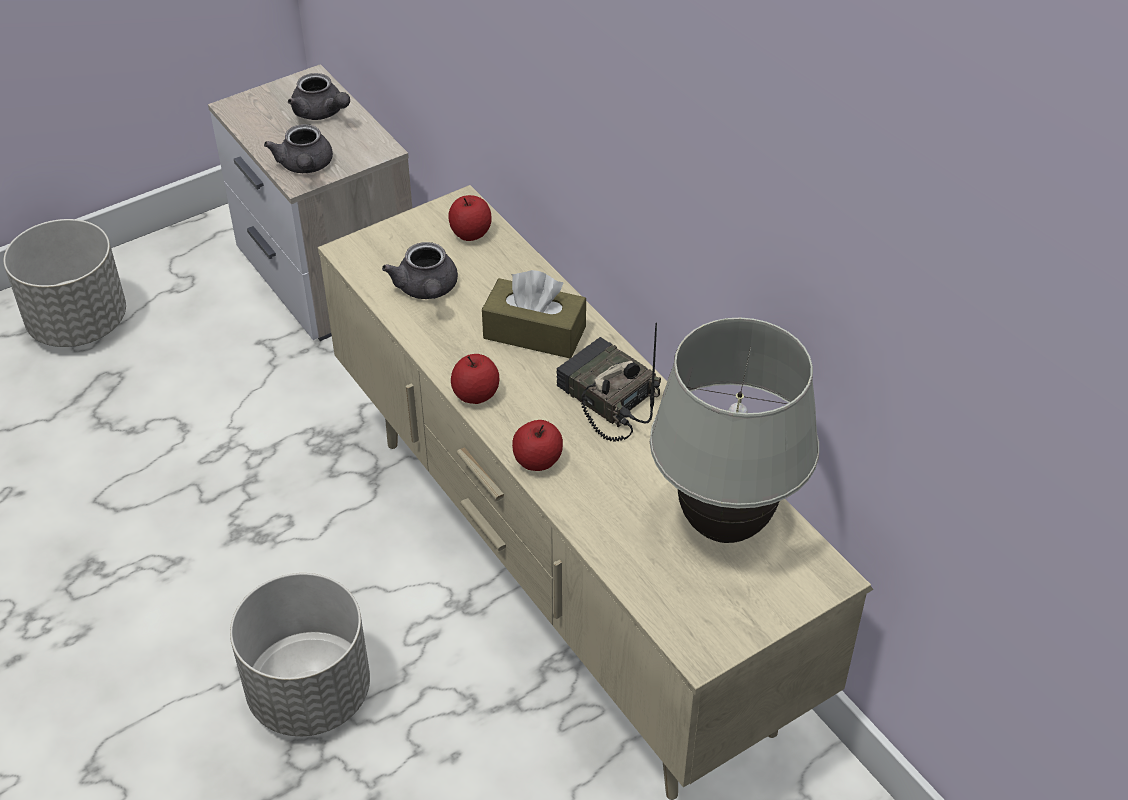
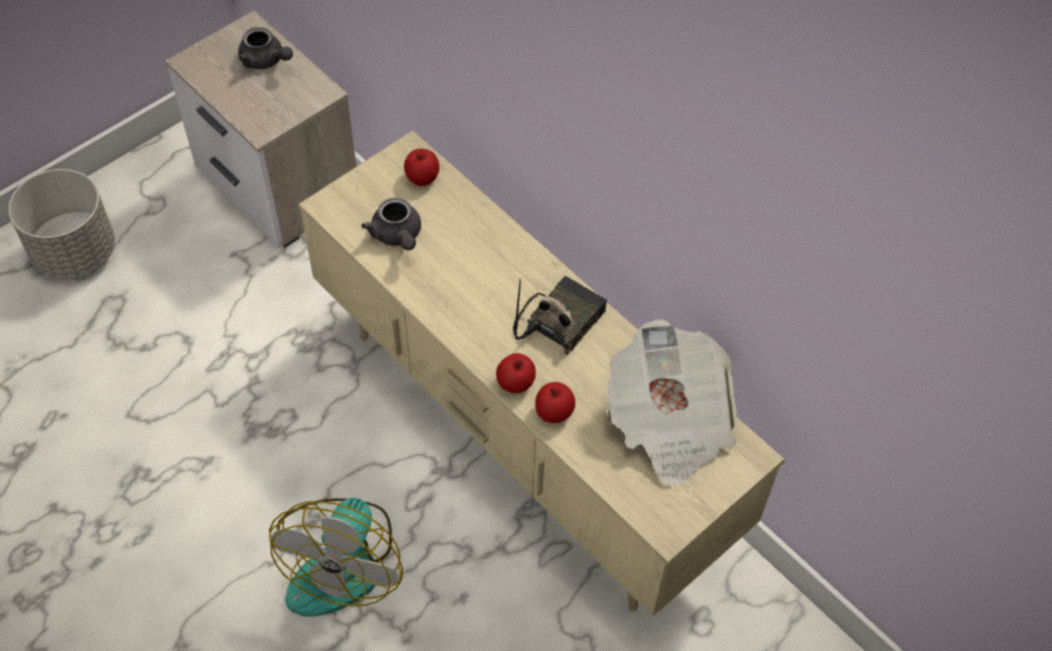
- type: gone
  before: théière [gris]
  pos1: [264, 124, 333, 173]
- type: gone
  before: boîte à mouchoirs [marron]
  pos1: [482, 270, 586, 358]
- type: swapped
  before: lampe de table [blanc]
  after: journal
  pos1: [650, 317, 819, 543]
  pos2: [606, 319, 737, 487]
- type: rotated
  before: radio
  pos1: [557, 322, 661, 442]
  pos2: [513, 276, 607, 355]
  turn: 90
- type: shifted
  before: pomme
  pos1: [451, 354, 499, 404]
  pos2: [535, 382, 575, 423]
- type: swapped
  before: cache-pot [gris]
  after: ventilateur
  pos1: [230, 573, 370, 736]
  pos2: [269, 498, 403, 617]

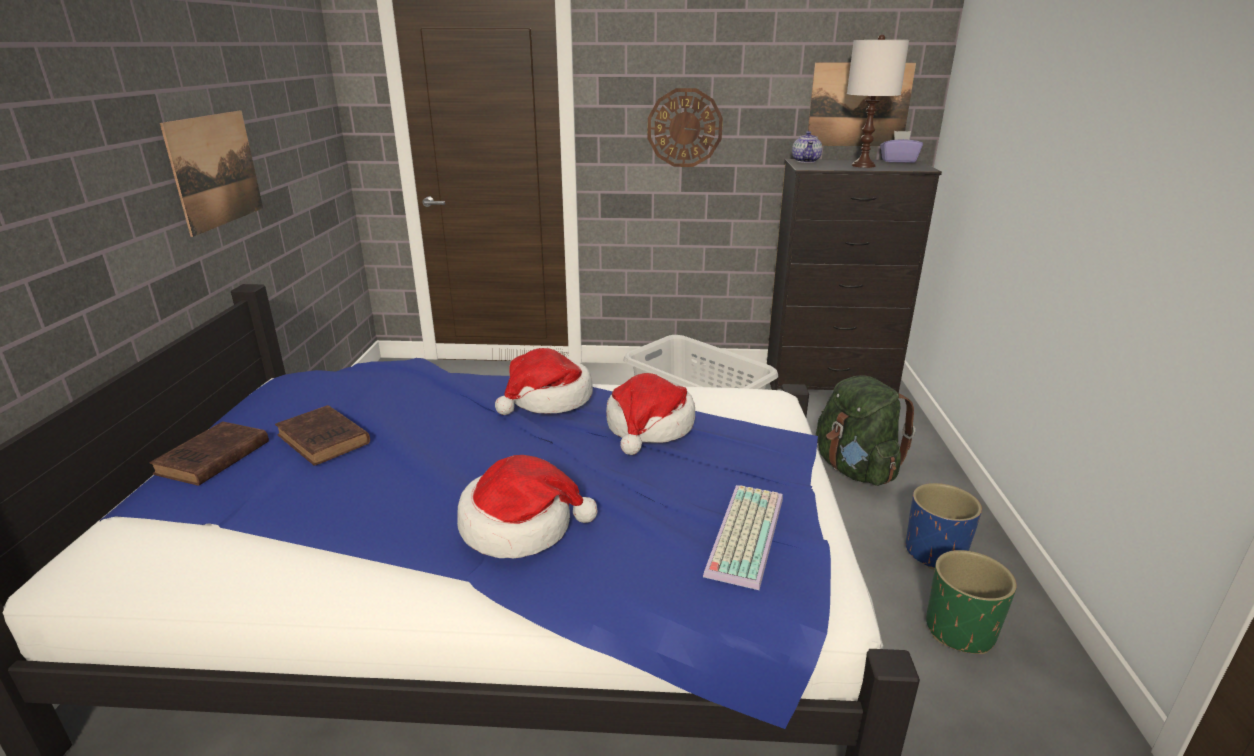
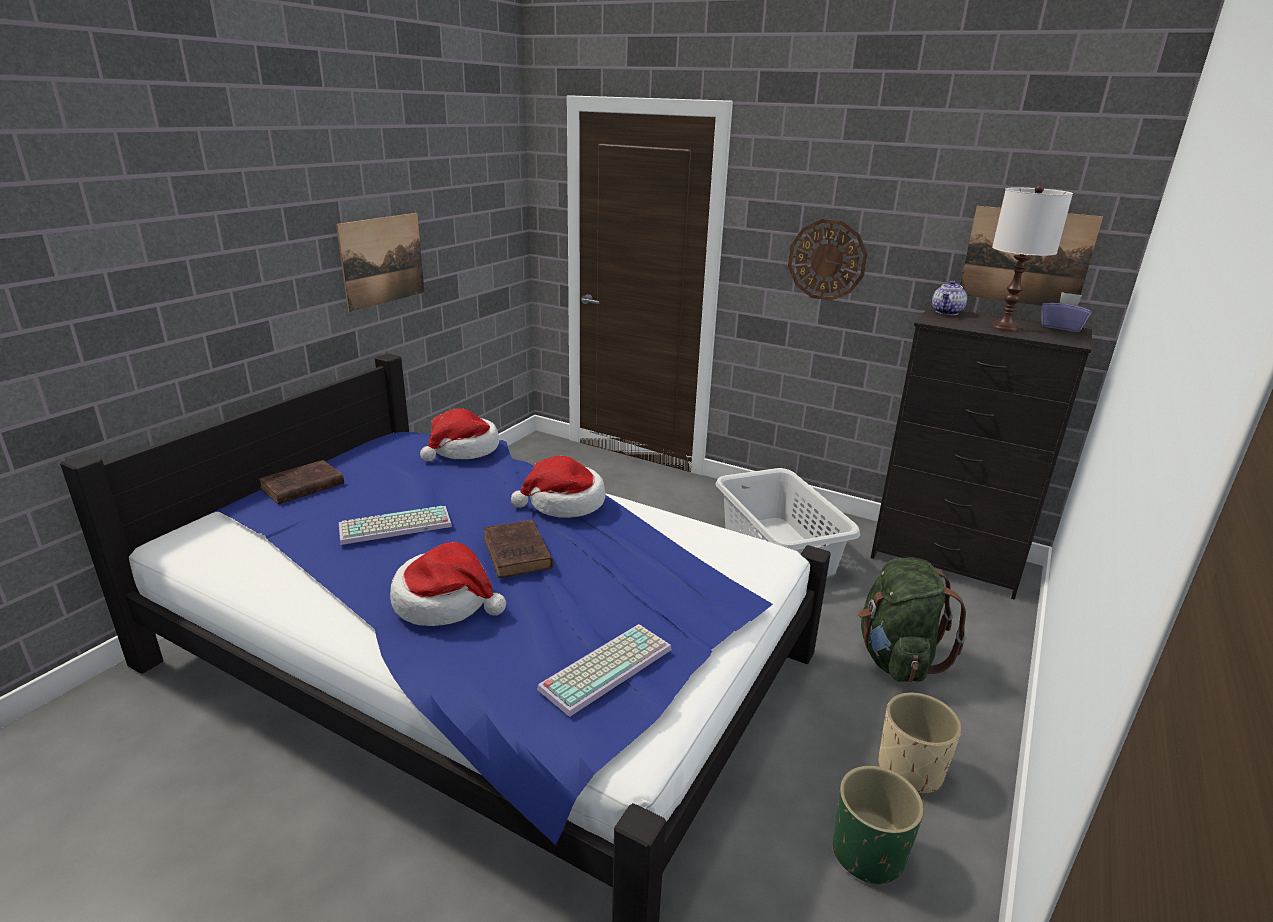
- type: shifted
  before: chapeau
  pos1: [606, 373, 695, 455]
  pos2: [420, 408, 499, 461]
- type: shifted
  before: livre [marron]
  pos1: [275, 405, 370, 466]
  pos2: [483, 520, 553, 578]
- type: repainted
  before: cache-pot [bleu]
  after: cache-pot [beige]
  pos1: [906, 483, 982, 570]
  pos2: [878, 693, 962, 794]
- type: new
  after: clavier
  pos2: [339, 506, 452, 545]

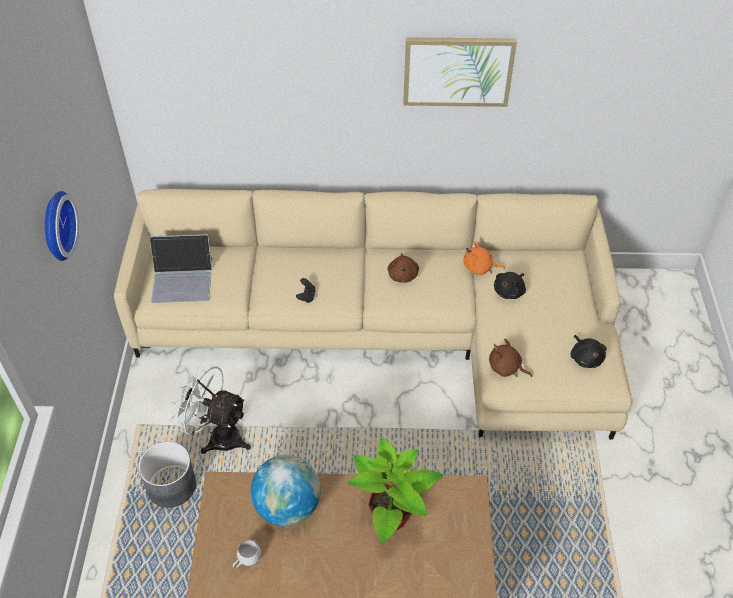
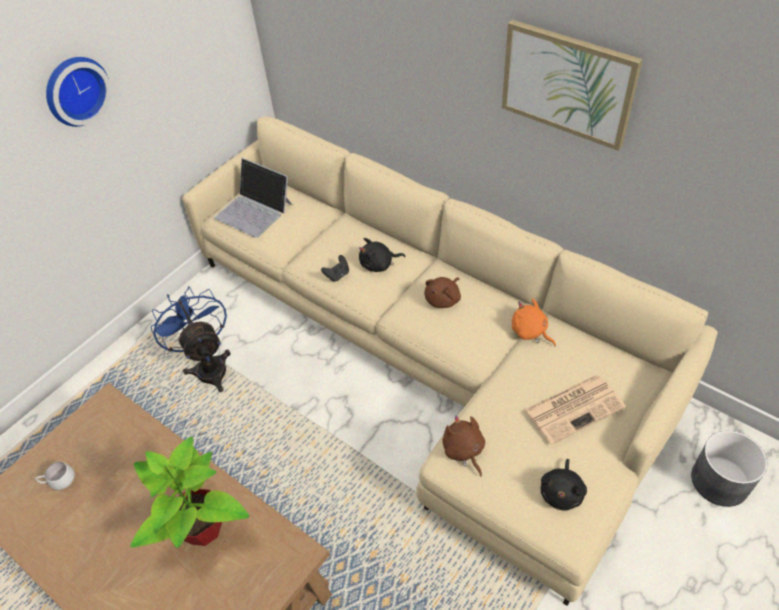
- type: shifted
  before: peluche [noir]
  pos1: [494, 272, 526, 299]
  pos2: [359, 238, 405, 272]
- type: repainted
  before: ventilateur [blanc]
  after: ventilateur [bleu]
  pos1: [170, 362, 251, 454]
  pos2: [150, 286, 231, 392]
- type: shifted
  before: cache-pot [gris]
  pos1: [138, 441, 196, 507]
  pos2: [691, 431, 767, 507]
- type: gone
  before: globe
  pos1: [251, 455, 321, 526]
- type: new
  after: journal
  pos2: [524, 375, 626, 445]

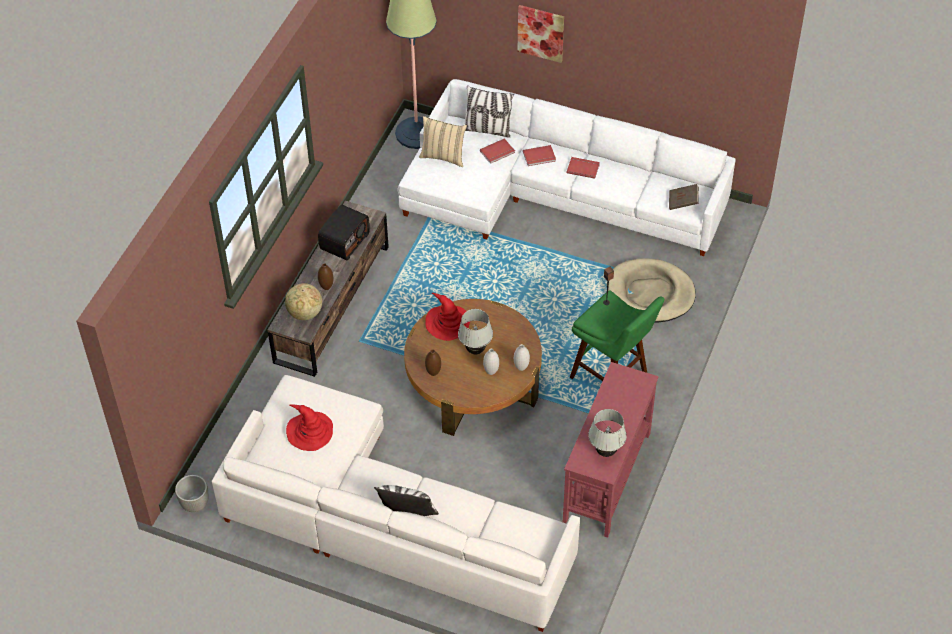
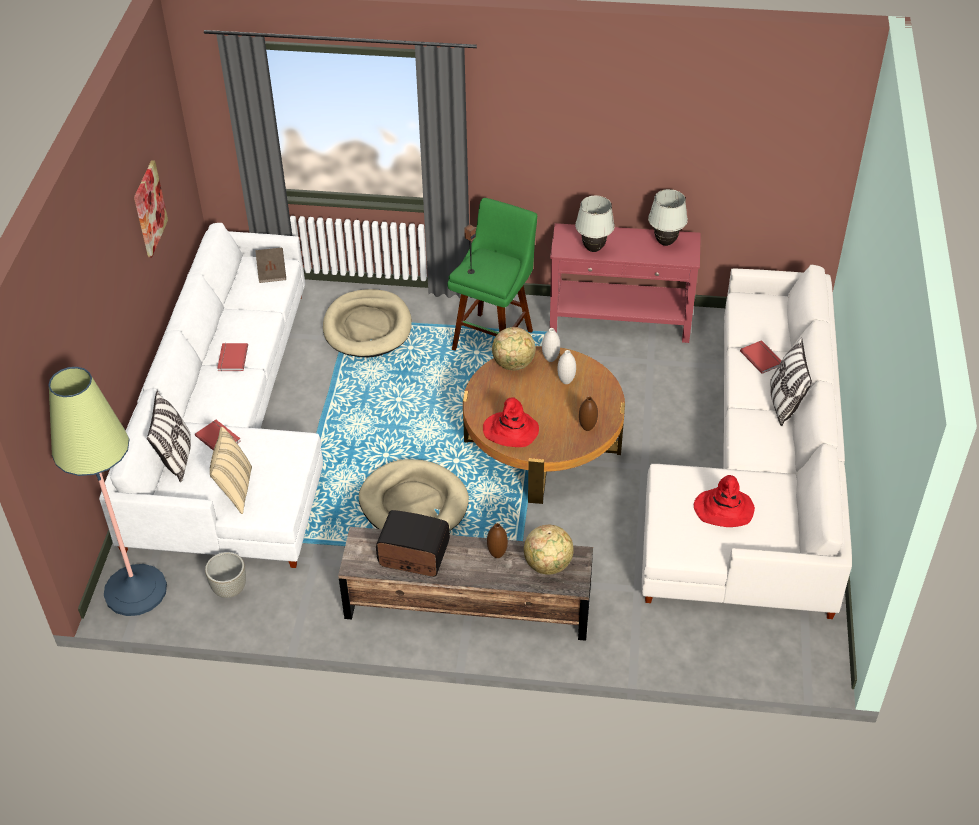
- type: shifted
  before: tableau
  pos1: [518, 5, 564, 63]
  pos2: [134, 160, 168, 257]
- type: shifted
  before: livre [rouge]
  pos1: [523, 145, 556, 166]
  pos2: [740, 340, 782, 374]
- type: shifted
  before: lampe de table [blanc]
  pos1: [458, 309, 493, 355]
  pos2: [575, 196, 615, 252]
- type: shifted
  before: cache-pot [gris]
  pos1: [175, 475, 208, 512]
  pos2: [205, 552, 246, 598]
- type: new
  after: globe
  pos2: [492, 327, 535, 370]
- type: new
  after: panier pour chien [beige]
  pos2: [359, 459, 469, 531]

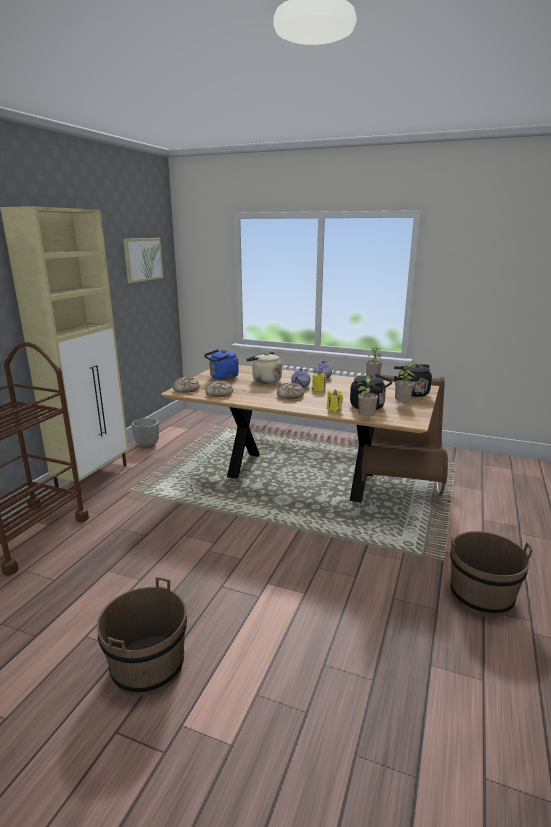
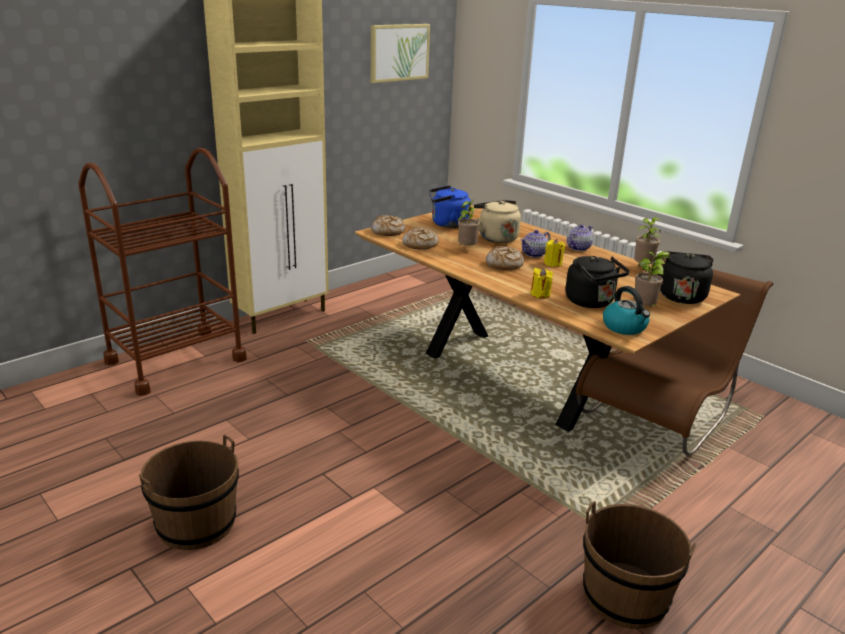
- type: shifted
  before: plante en pot
  pos1: [356, 375, 378, 416]
  pos2: [458, 198, 480, 245]
- type: gone
  before: cache-pot
  pos1: [132, 418, 159, 448]
- type: new
  after: bouilloire
  pos2: [603, 286, 650, 335]

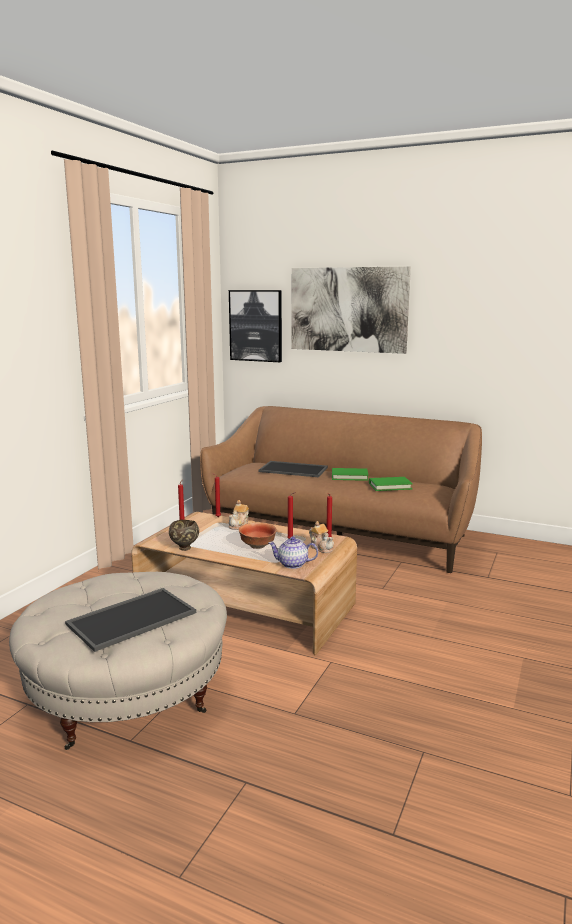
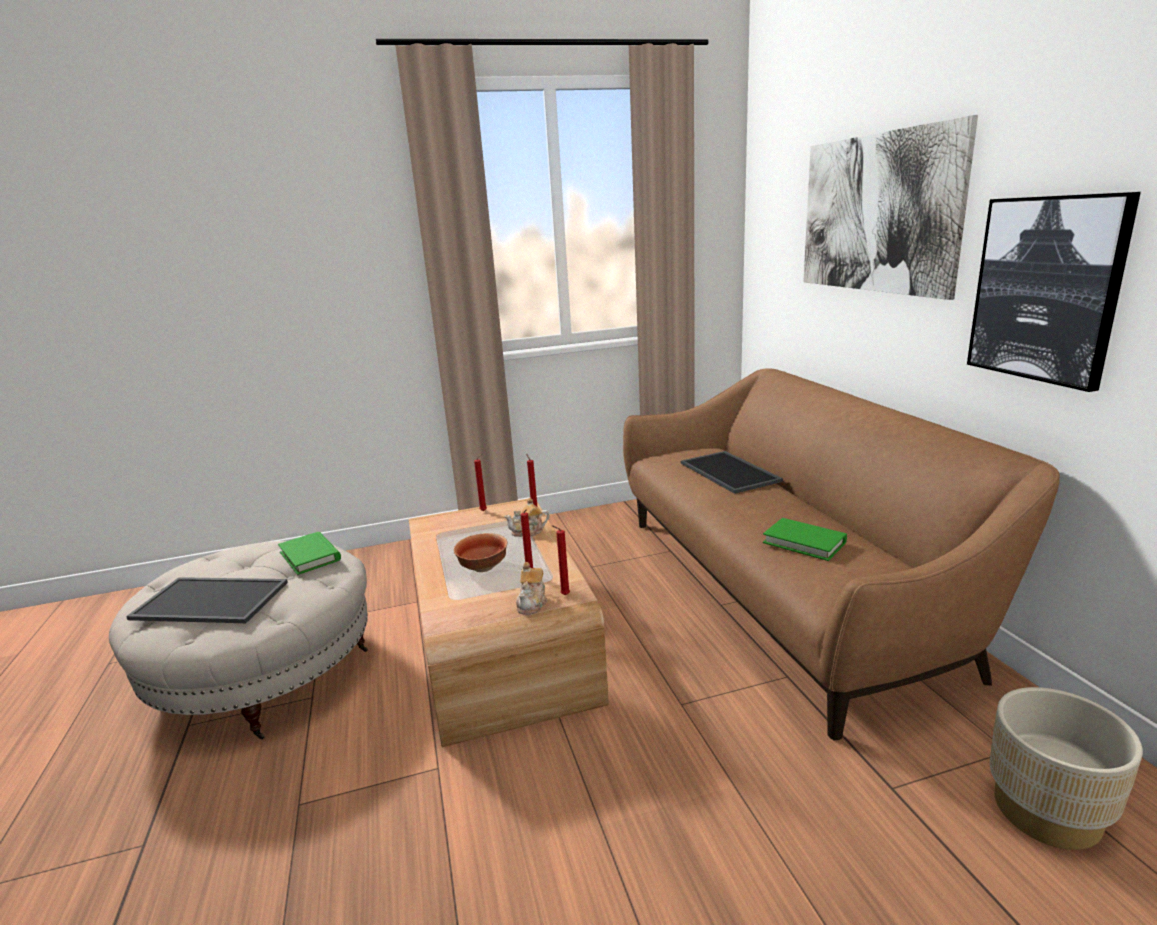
- type: shifted
  before: tableau
  pos1: [229, 290, 282, 362]
  pos2: [967, 192, 1141, 392]
- type: shifted
  before: livre [vert]
  pos1: [332, 468, 369, 481]
  pos2: [278, 532, 341, 575]
- type: gone
  before: bol [marron]
  pos1: [169, 520, 199, 551]
- type: gone
  before: théière
  pos1: [268, 536, 318, 569]
- type: new
  after: cache-pot [beige]
  pos2: [990, 687, 1143, 850]

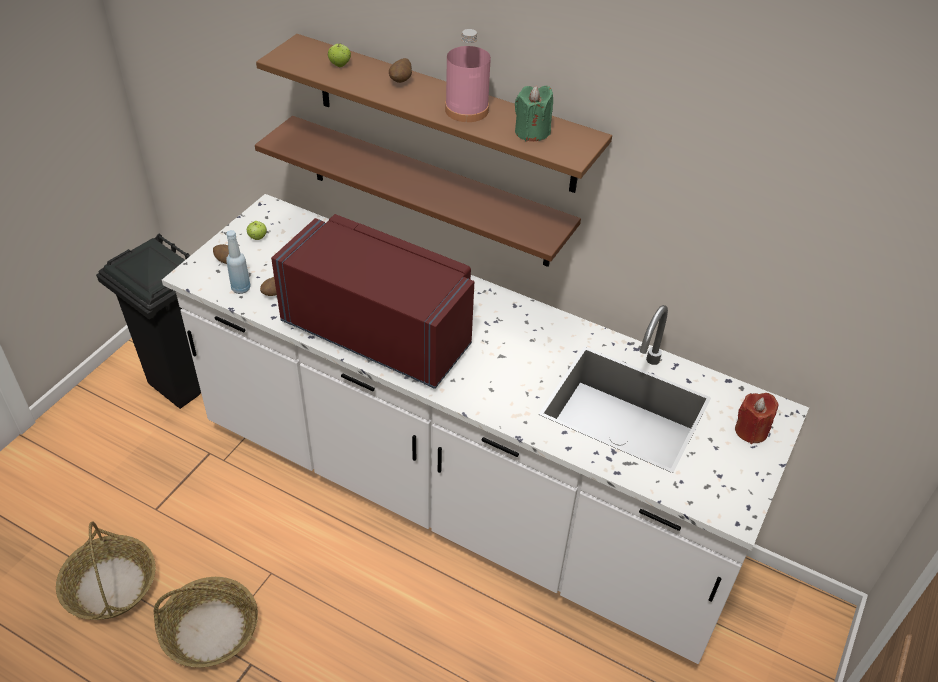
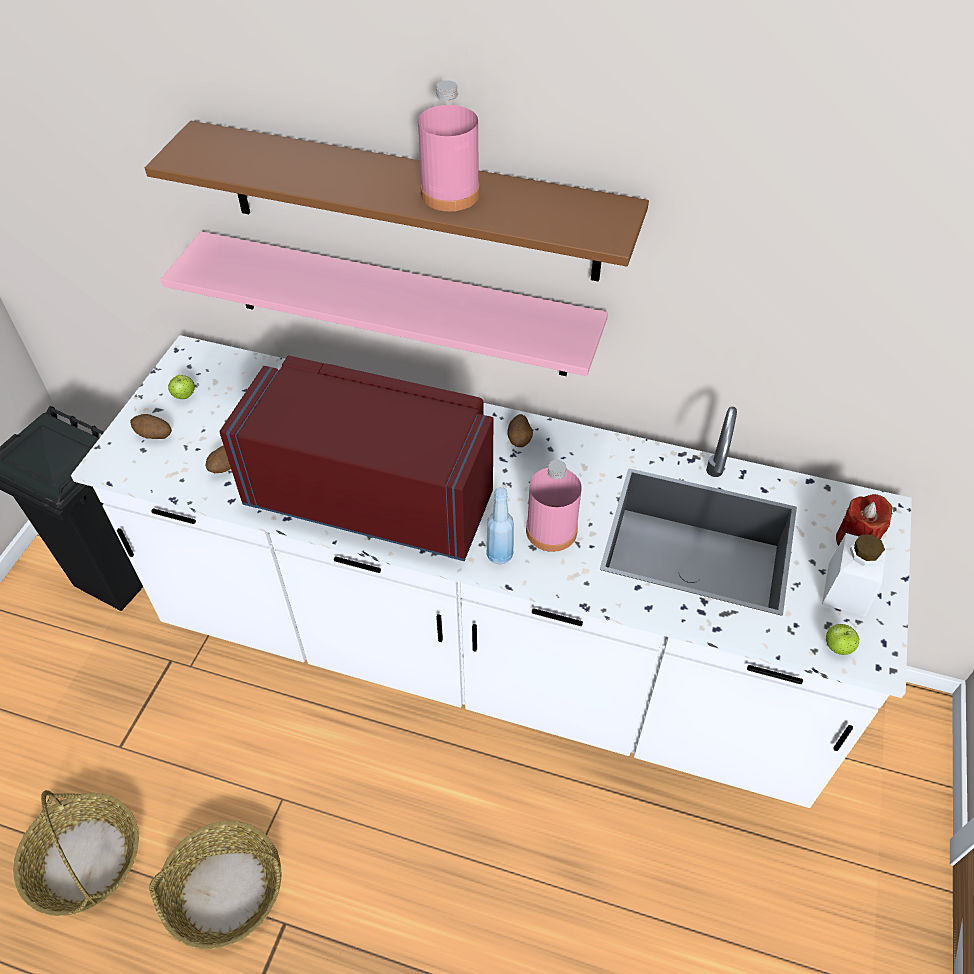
- type: shifted
  before: pomme
  pos1: [328, 43, 351, 67]
  pos2: [826, 624, 859, 655]
- type: shifted
  before: pomme de terre
  pos1: [389, 58, 412, 83]
  pos2: [507, 414, 533, 447]
- type: gone
  before: bougie [vert]
  pos1: [515, 85, 553, 142]
- type: repainted
  before: étagère [marron]
  after: étagère [rose]
  pos1: [255, 116, 581, 267]
  pos2: [160, 231, 608, 376]
- type: shifted
  before: bouteille [bleu]
  pos1: [226, 230, 251, 294]
  pos2: [487, 487, 514, 565]
- type: new
  after: bouteille [rose]
  pos2: [526, 460, 582, 552]
- type: new
  after: bocal [blanc]
  pos2: [822, 533, 887, 617]

